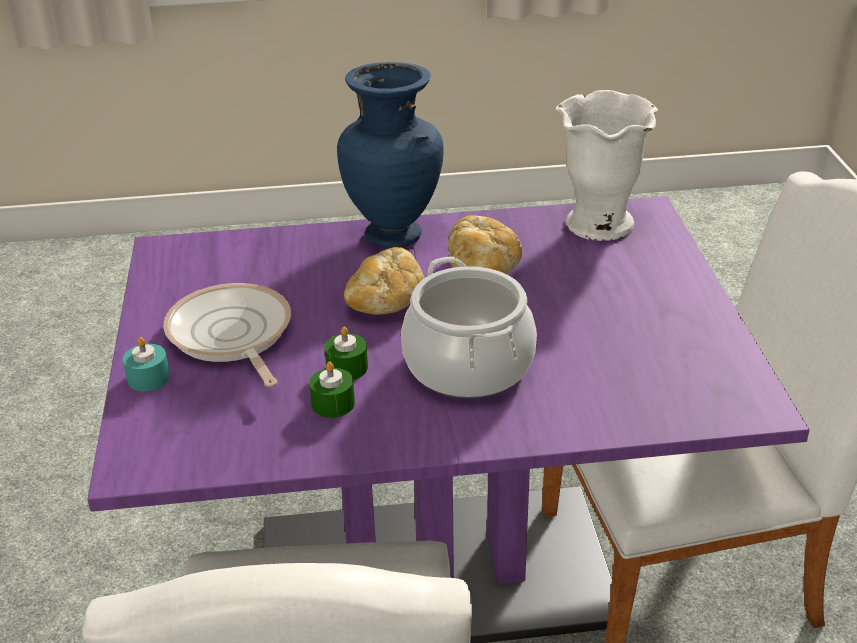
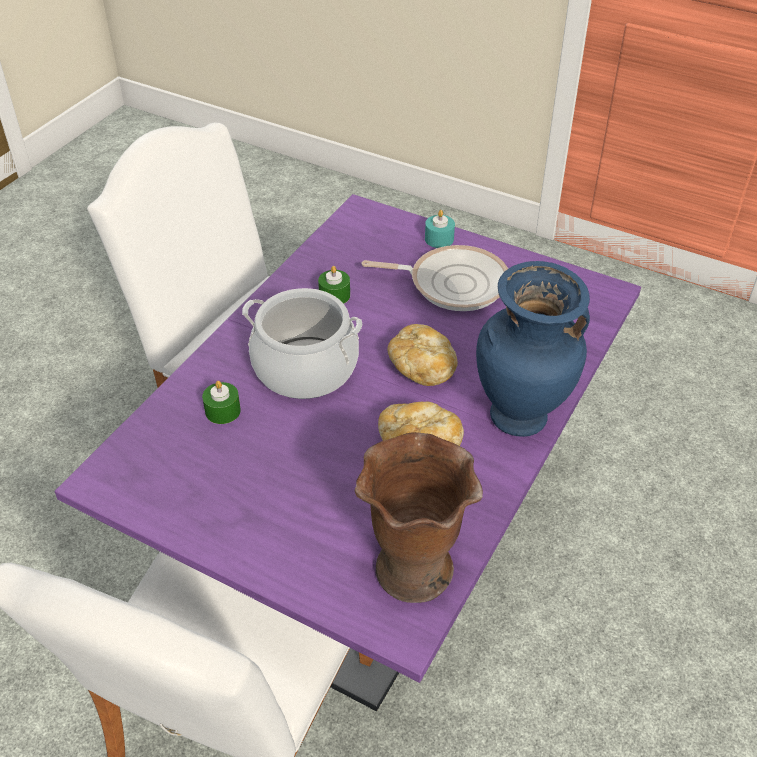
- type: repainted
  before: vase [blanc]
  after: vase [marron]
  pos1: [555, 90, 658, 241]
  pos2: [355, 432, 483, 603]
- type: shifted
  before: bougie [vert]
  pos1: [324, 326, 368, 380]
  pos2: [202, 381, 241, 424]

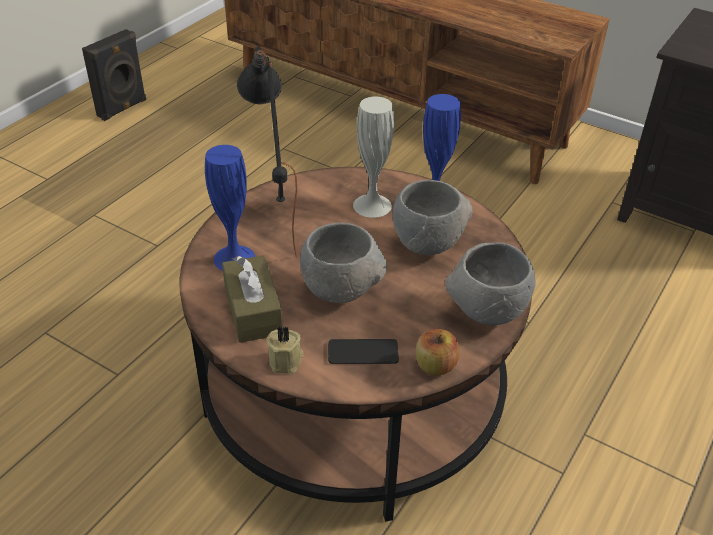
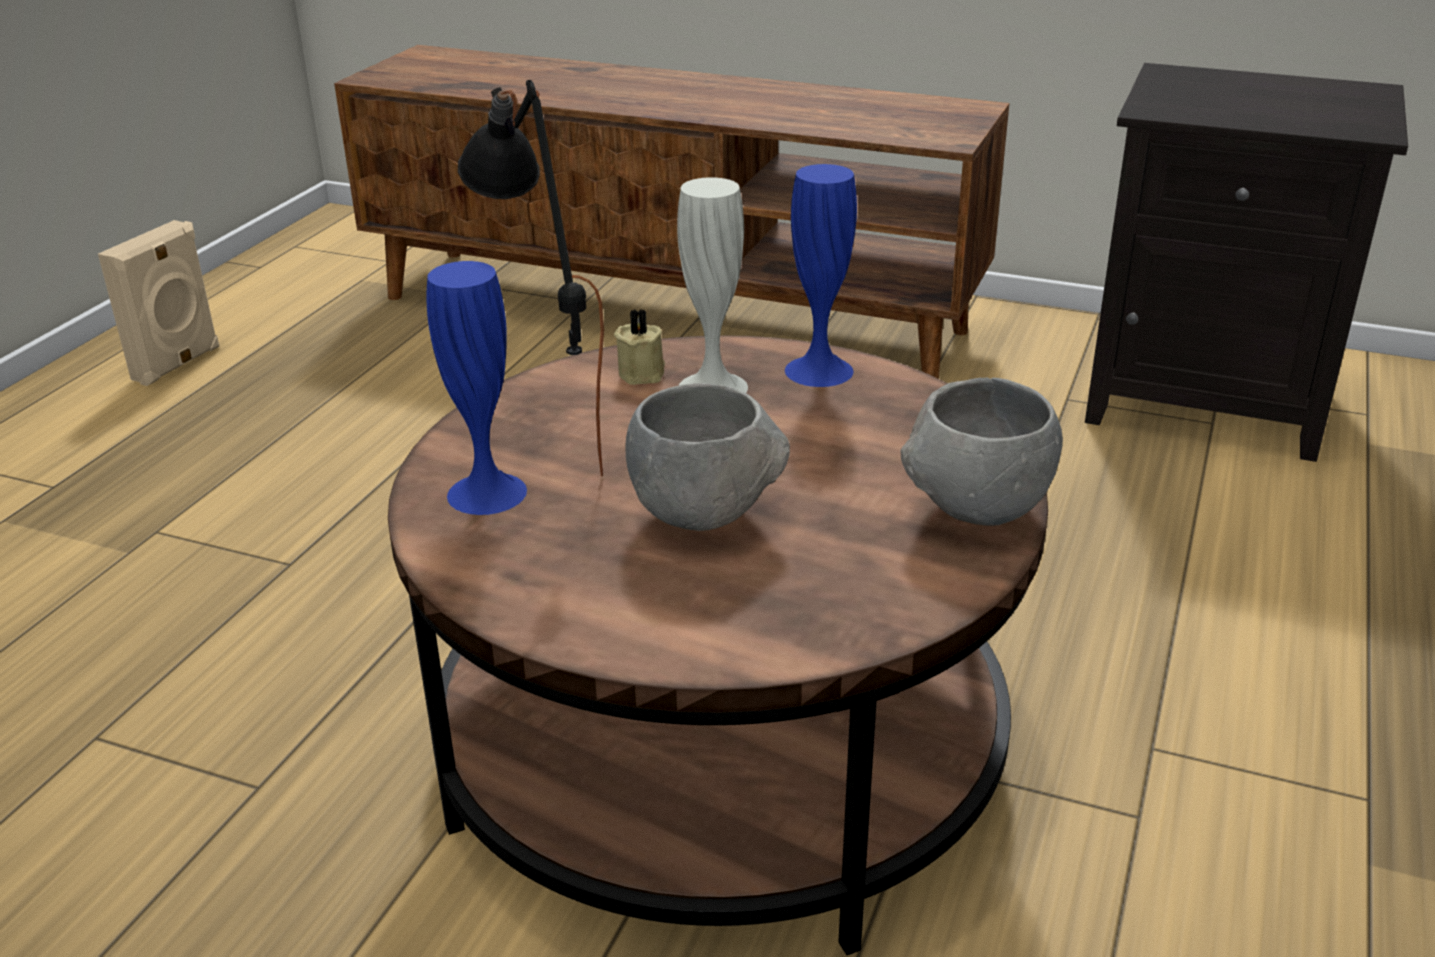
- type: repainted
  before: enceinte [noir]
  after: enceinte [beige]
  pos1: [82, 29, 146, 121]
  pos2: [98, 220, 220, 386]
- type: gone
  before: bol [gris]
  pos1: [393, 180, 473, 255]
- type: gone
  before: boîte à mouchoirs [marron]
  pos1: [222, 255, 283, 343]
- type: shifted
  before: bougie [beige]
  pos1: [267, 326, 304, 374]
  pos2: [614, 309, 665, 385]
- type: gone
  before: pomme
  pos1: [416, 329, 459, 376]
- type: gone
  before: téléphone
  pos1: [328, 339, 399, 364]

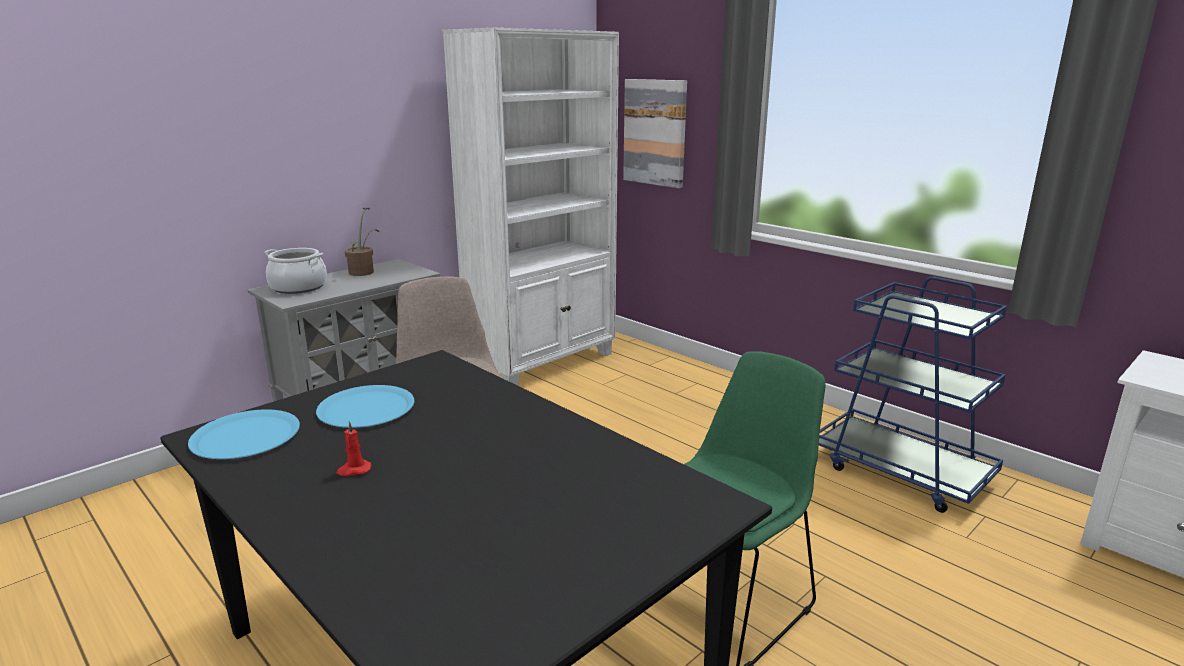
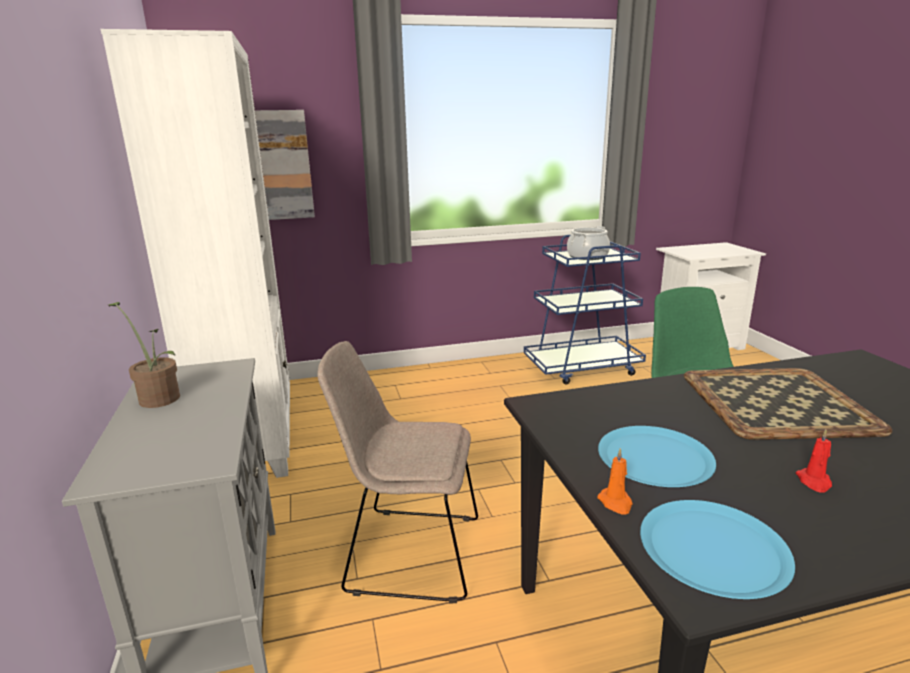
- type: shifted
  before: marmite
  pos1: [264, 248, 327, 294]
  pos2: [567, 226, 610, 260]
- type: new
  after: plateau
  pos2: [684, 368, 892, 440]
- type: new
  after: bougie [orange]
  pos2: [597, 448, 633, 515]

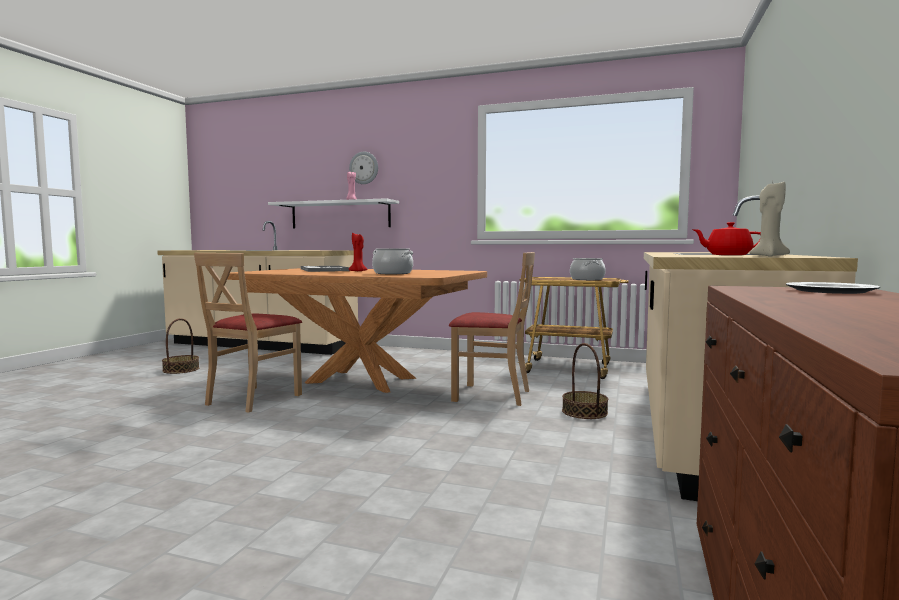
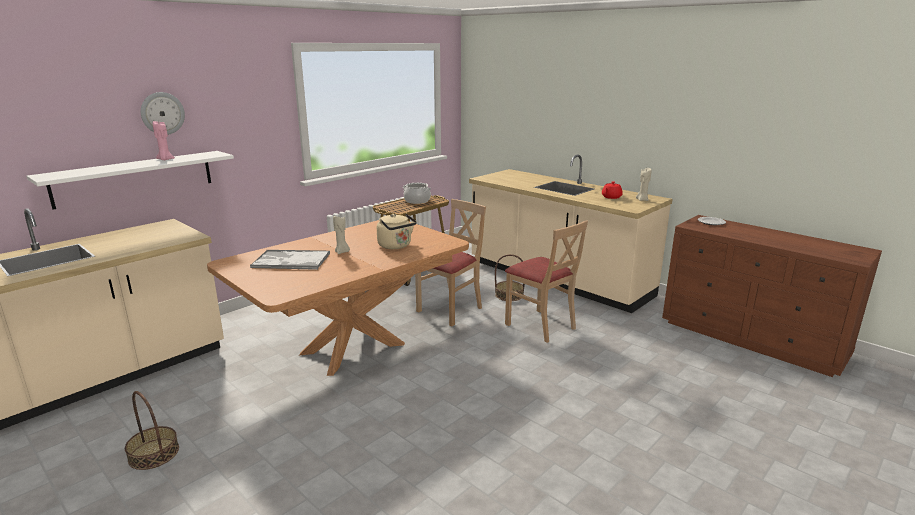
- type: repainted
  before: bougie [rouge]
  after: bougie [beige]
  pos1: [349, 233, 368, 271]
  pos2: [333, 216, 350, 254]
- type: swapped
  before: marmite
  after: bouilloire [beige]
  pos1: [372, 249, 413, 274]
  pos2: [377, 214, 417, 249]
- type: shifted
  before: chaise [beige]
  pos1: [194, 253, 302, 413]
  pos2: [505, 220, 588, 343]

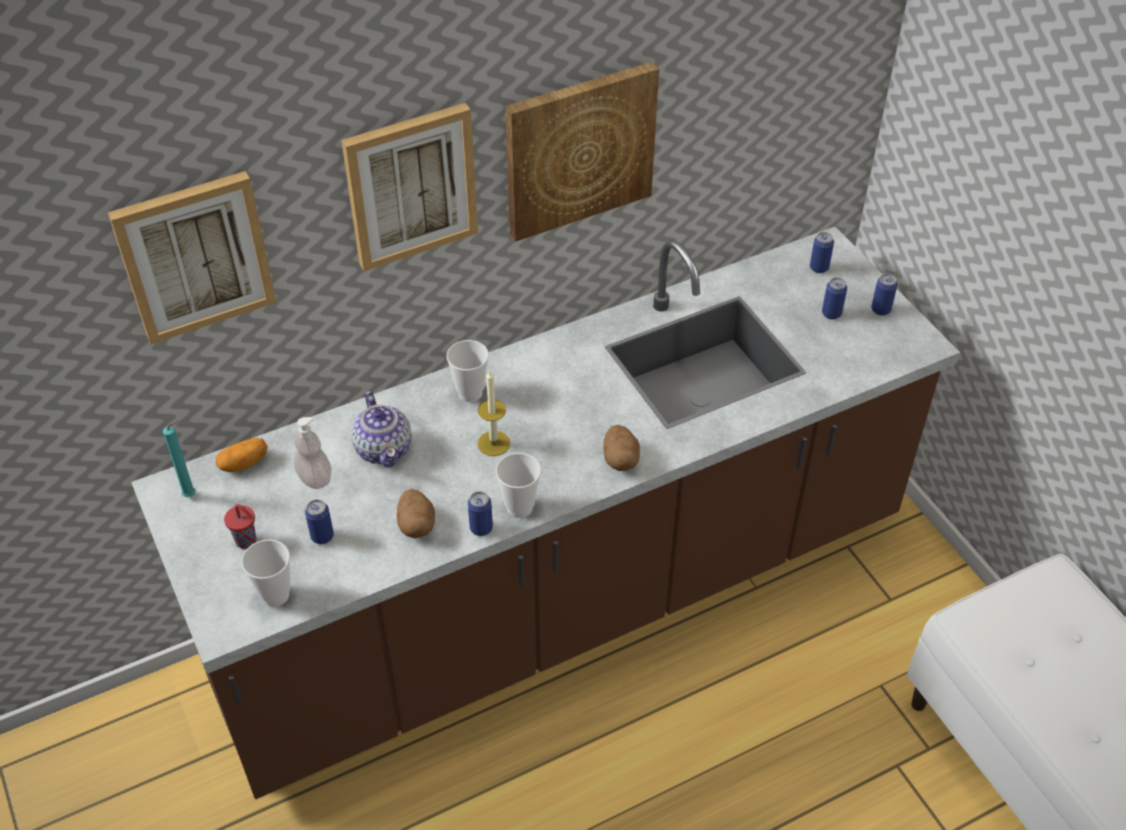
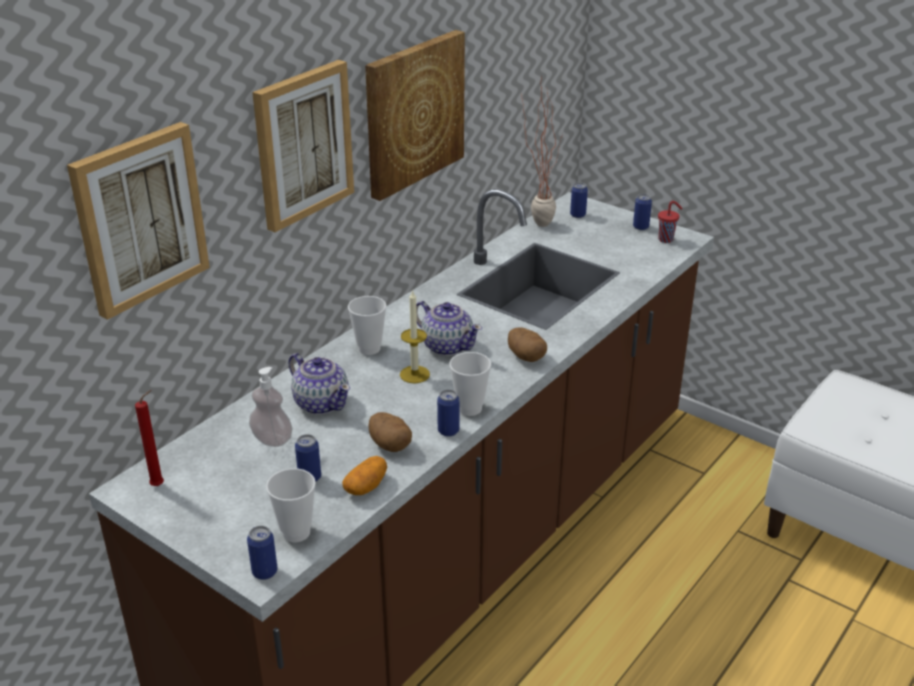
- type: shifted
  before: boîte métallique
  pos1: [822, 277, 847, 320]
  pos2: [247, 526, 277, 580]
- type: repainted
  before: bougie [turquoise]
  after: bougie [rouge]
  pos1: [163, 421, 196, 497]
  pos2: [135, 390, 164, 486]
- type: shifted
  before: pomme de terre
  pos1: [216, 438, 268, 472]
  pos2: [342, 456, 387, 495]
- type: shifted
  before: tasse [rouge]
  pos1: [224, 504, 256, 549]
  pos2: [658, 201, 683, 243]
- type: new
  after: plante en pot
  pos2: [521, 76, 563, 227]
- type: new
  after: théière
  pos2: [416, 301, 482, 356]

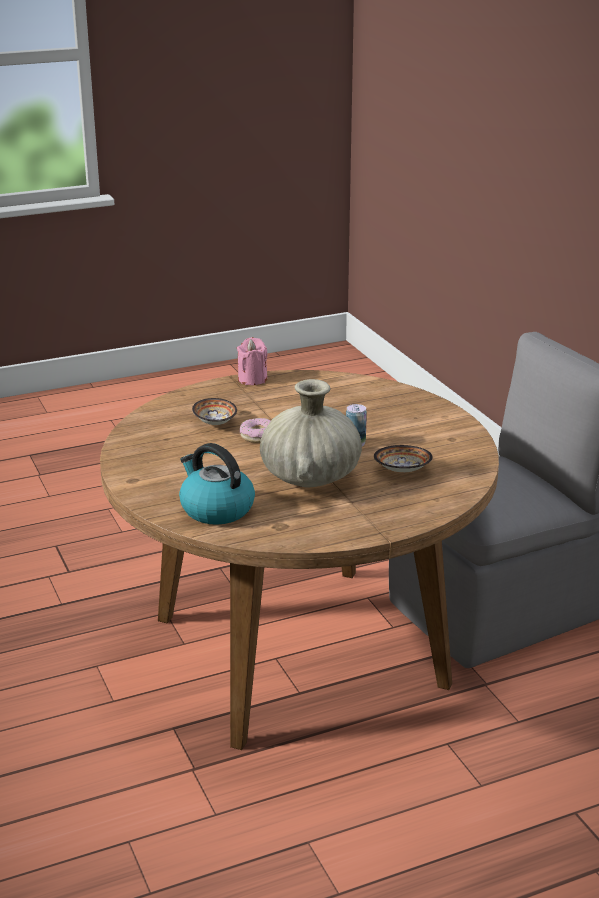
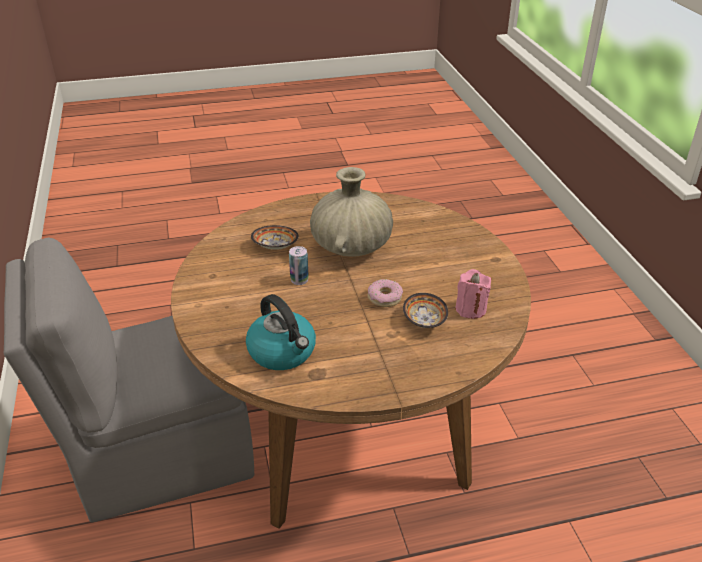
- type: shifted
  before: bougie [rose]
  pos1: [237, 337, 267, 385]
  pos2: [456, 269, 491, 319]
- type: shifted
  before: bouilloire
  pos1: [179, 443, 255, 525]
  pos2: [246, 294, 316, 370]

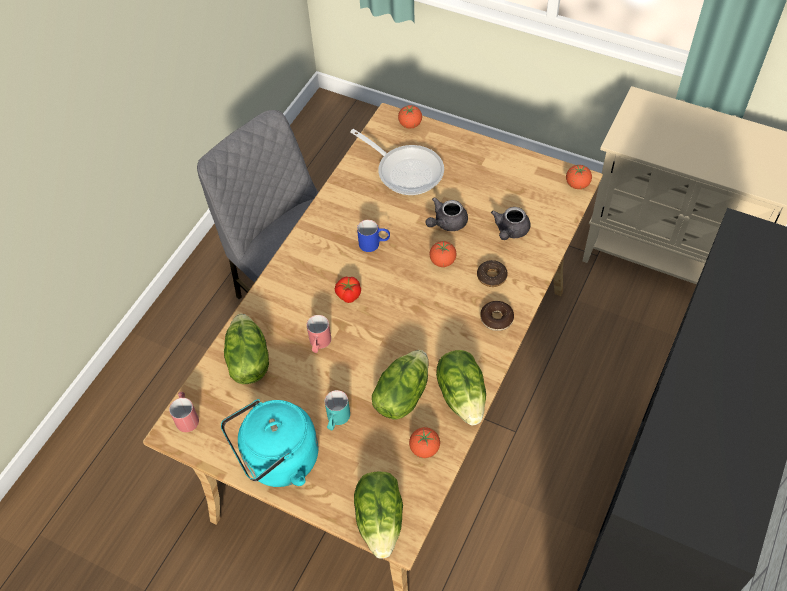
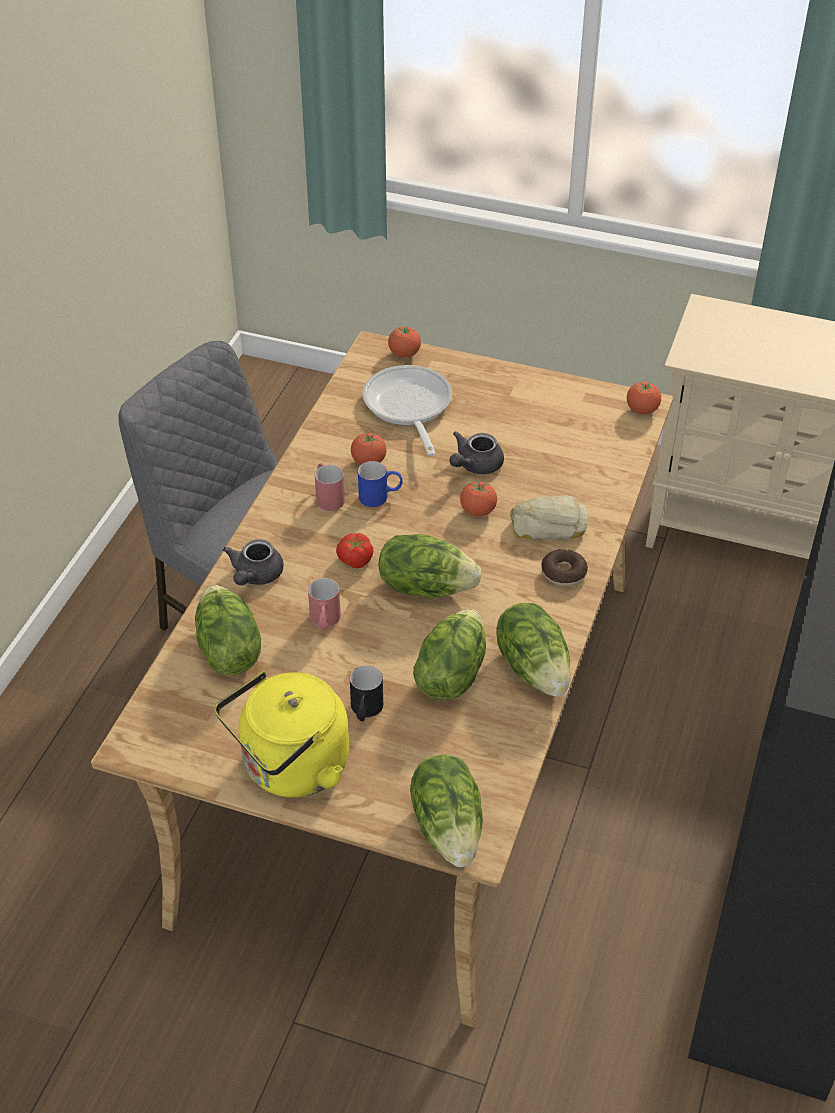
- type: rotated
  before: poêle
  pos1: [350, 129, 444, 195]
  pos2: [362, 365, 452, 456]
  turn: -135
- type: shifted
  before: théière [gris]
  pos1: [491, 207, 530, 240]
  pos2: [223, 539, 284, 585]
- type: swapped
  before: beignet
  after: pain
  pos1: [477, 260, 508, 287]
  pos2: [510, 495, 588, 540]
- type: repainted
  before: mug [turquoise]
  after: mug [noir]
  pos1: [325, 390, 350, 430]
  pos2: [350, 665, 383, 721]
- type: shifted
  before: mug [rouge]
  pos1: [169, 392, 199, 432]
  pos2: [315, 463, 345, 511]
- type: repainted
  before: bouilloire [turquoise]
  after: bouilloire [jaune]
  pos1: [221, 399, 318, 487]
  pos2: [215, 672, 349, 798]
- type: shifted
  before: tomate
  pos1: [409, 427, 440, 458]
  pos2: [351, 432, 387, 465]
- type: new
  after: laitue
  pos2: [378, 534, 482, 598]

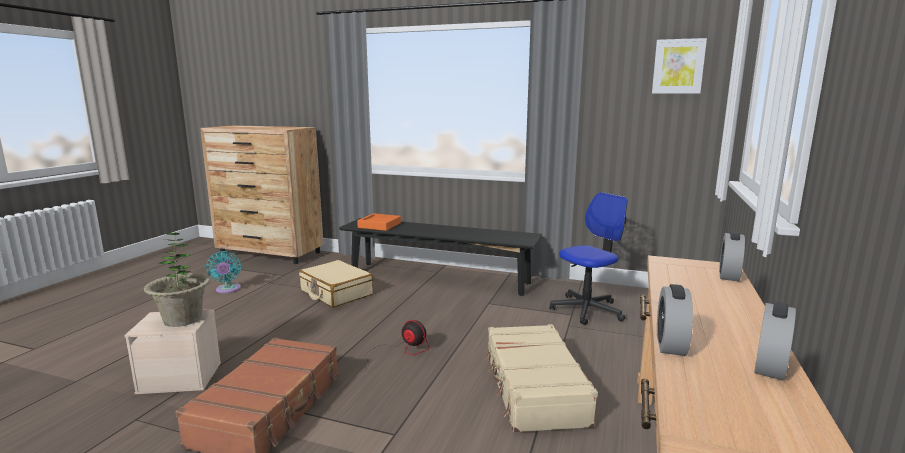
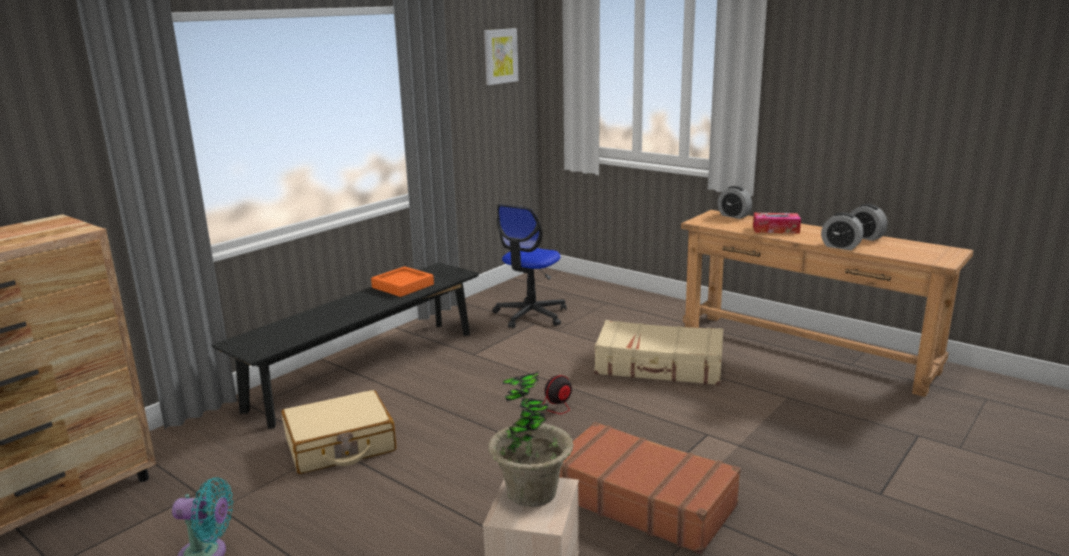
- type: rotated
  before: chaise de bureau
  pos1: [549, 192, 627, 325]
  pos2: [492, 204, 567, 328]
  turn: -135
- type: shifted
  before: plateau [orange]
  pos1: [357, 213, 401, 231]
  pos2: [371, 266, 434, 297]
- type: new
  after: boîte à mouchoirs
  pos2: [753, 213, 801, 234]

